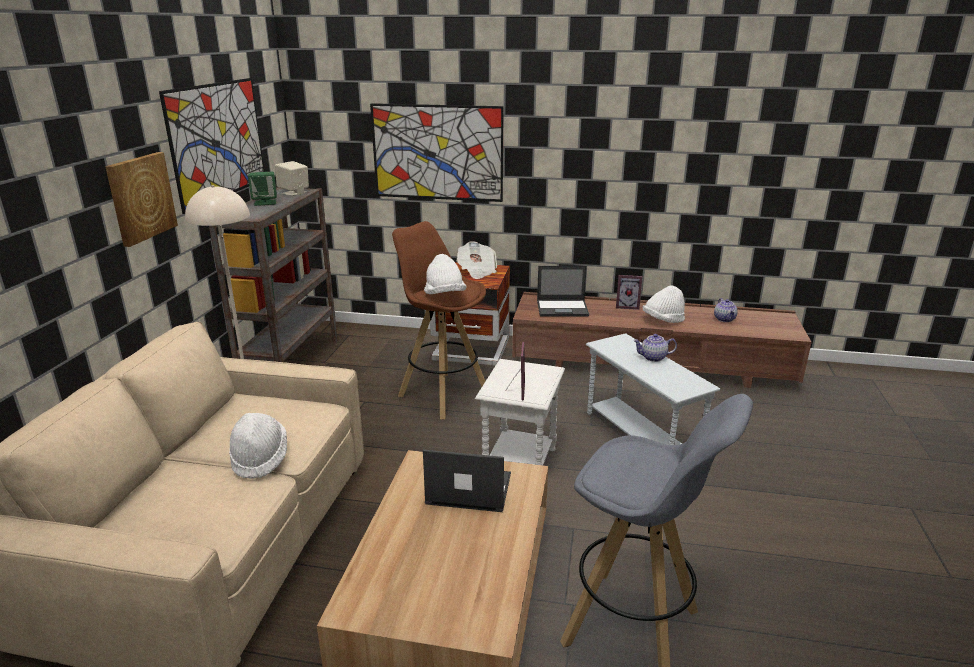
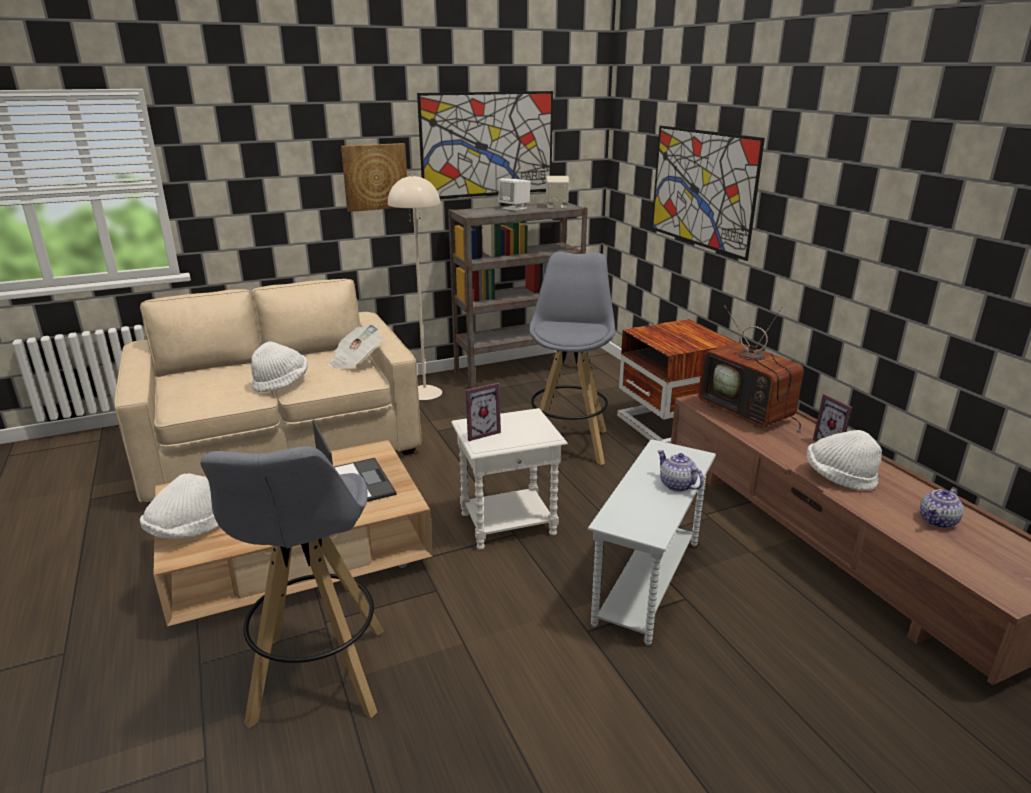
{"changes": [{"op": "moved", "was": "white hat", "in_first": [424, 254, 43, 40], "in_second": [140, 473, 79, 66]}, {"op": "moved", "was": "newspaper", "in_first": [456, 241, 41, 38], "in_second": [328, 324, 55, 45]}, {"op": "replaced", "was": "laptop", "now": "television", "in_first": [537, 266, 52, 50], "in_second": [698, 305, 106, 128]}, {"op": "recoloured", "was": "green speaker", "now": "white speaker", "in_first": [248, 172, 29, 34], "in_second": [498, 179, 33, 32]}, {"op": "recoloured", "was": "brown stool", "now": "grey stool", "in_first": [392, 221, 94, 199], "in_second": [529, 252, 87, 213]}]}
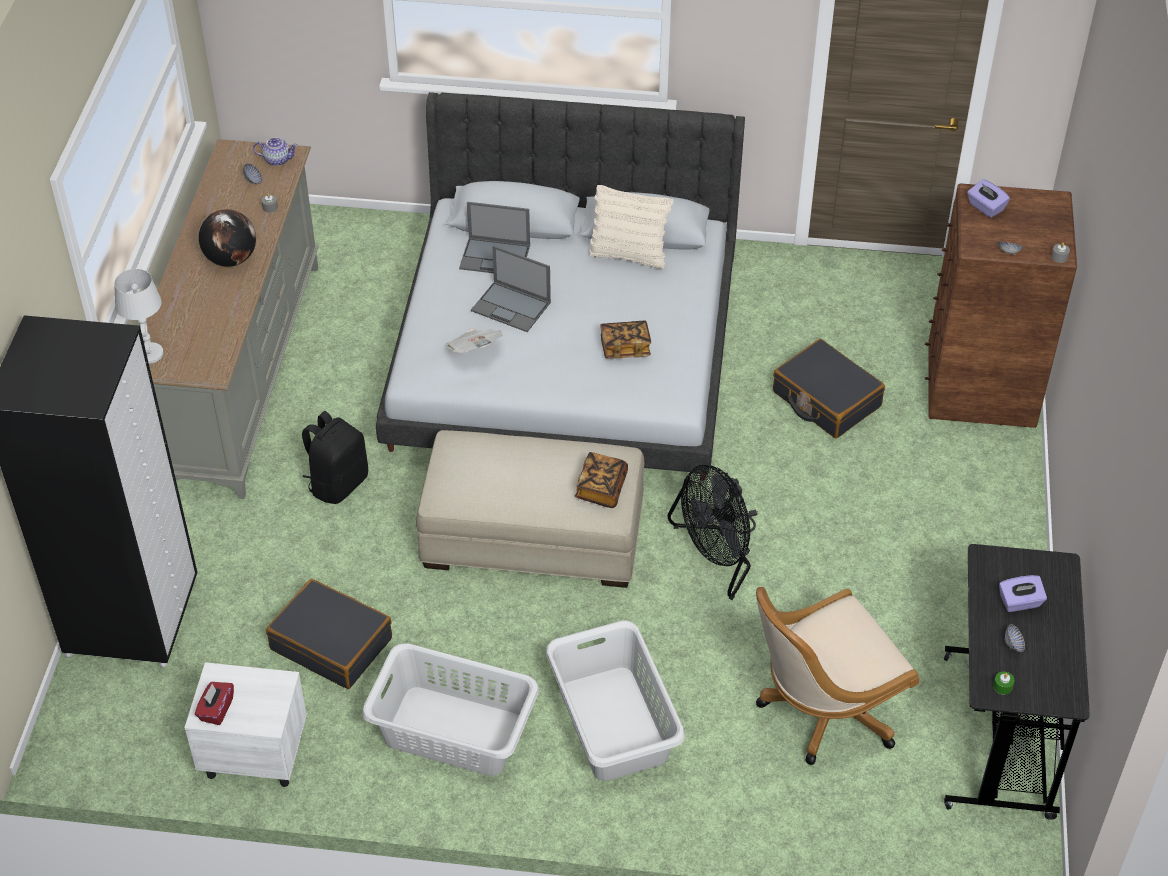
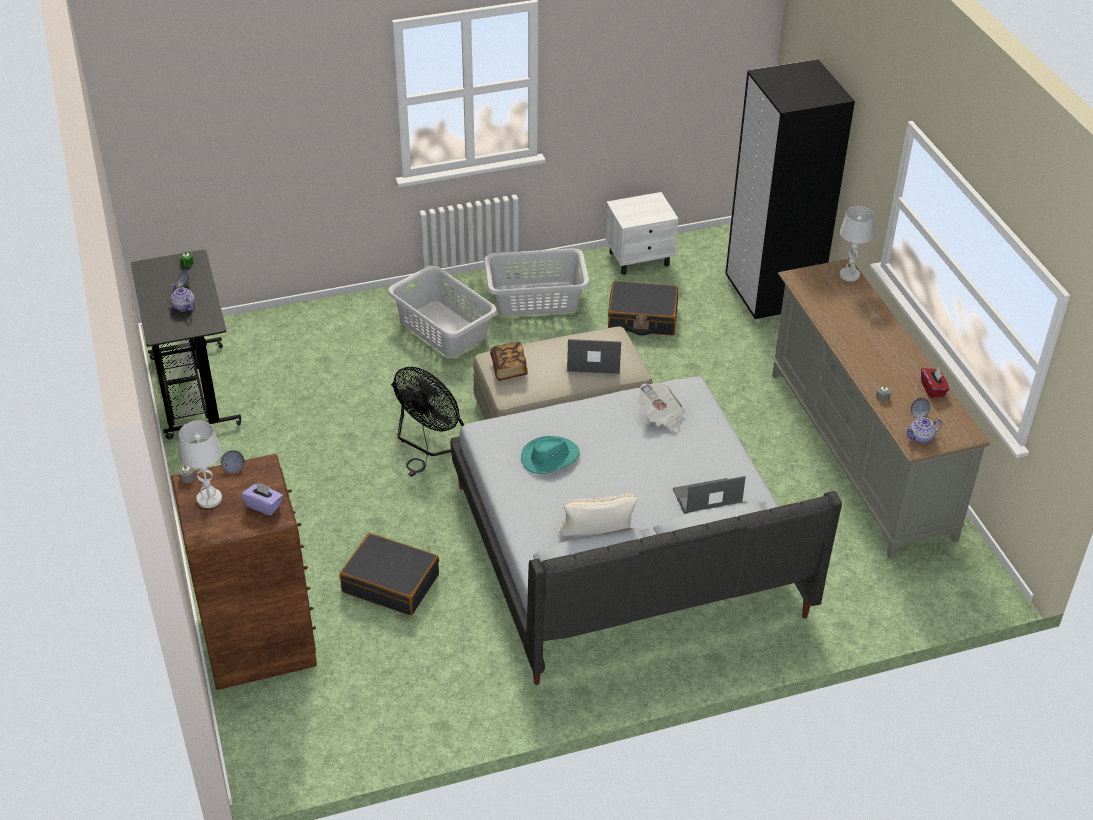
{"changes": [{"op": "removed", "was": "globe", "in_first": [199, 209, 57, 58]}, {"op": "removed", "was": "black backpack", "in_first": [302, 411, 66, 93]}, {"op": "removed", "was": "office chair", "in_first": [756, 587, 163, 178]}, {"op": "added", "now": "white table lamp", "in_second": [179, 420, 43, 88]}, {"op": "moved", "was": "red tissue box", "in_first": [195, 682, 39, 43], "in_second": [921, 367, 28, 31]}, {"op": "moved", "was": "laptop", "in_first": [471, 245, 80, 87], "in_second": [567, 339, 54, 35]}, {"op": "replaced", "was": "book", "now": "turquoise hat", "in_first": [600, 320, 51, 39], "in_second": [521, 436, 59, 38]}, {"op": "replaced", "was": "purple tissue box", "now": "teapot", "in_first": [999, 575, 48, 37], "in_second": [171, 284, 24, 28]}]}
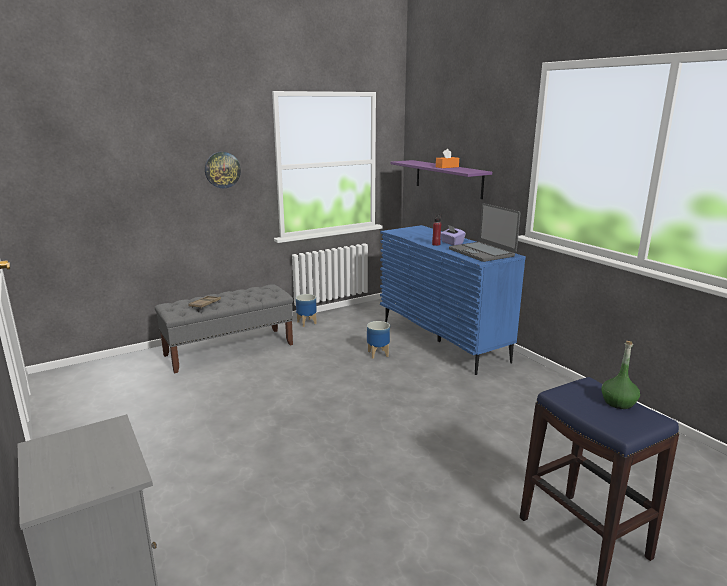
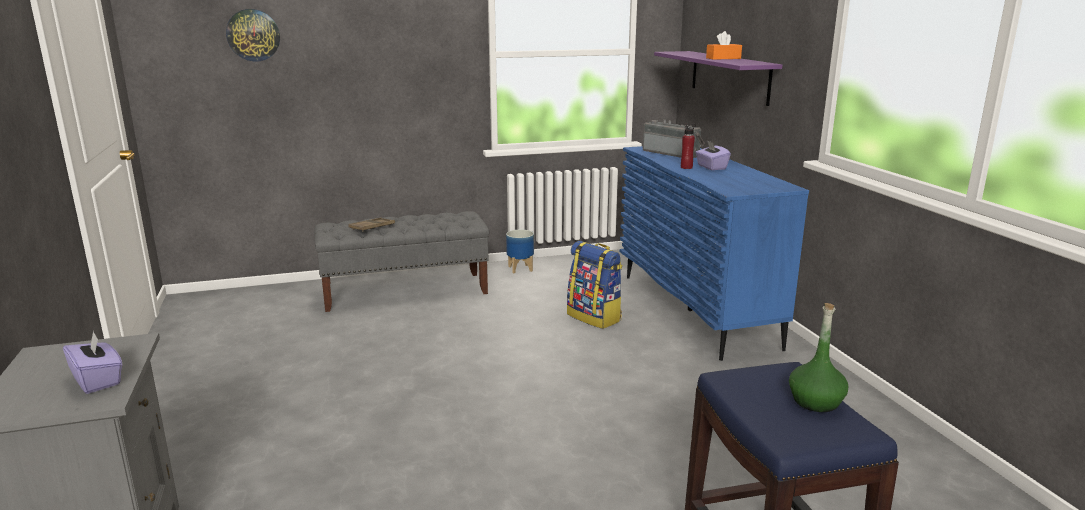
{"changes": [{"op": "removed", "was": "laptop", "in_first": [449, 203, 71, 59]}, {"op": "added", "now": "purple tissue box", "in_second": [63, 330, 60, 64]}, {"op": "added", "now": "radio", "in_second": [643, 120, 62, 38]}, {"op": "moved", "was": "wall clock", "in_first": [205, 152, 36, 36], "in_second": [226, 9, 54, 53]}, {"op": "replaced", "was": "planter", "now": "backpack", "in_first": [367, 321, 23, 38], "in_second": [567, 241, 55, 88]}]}
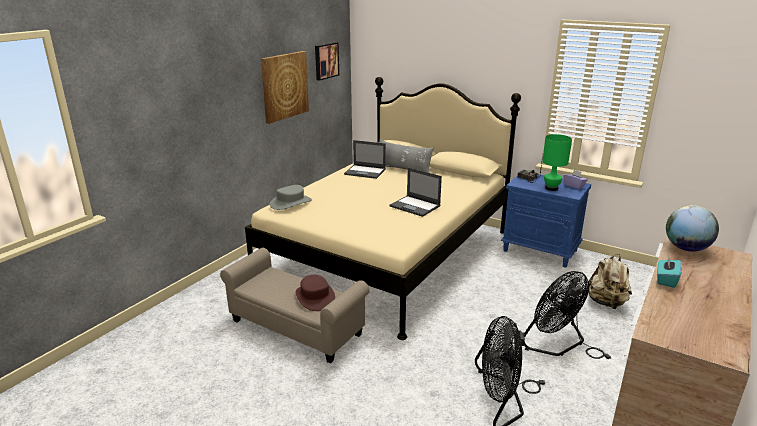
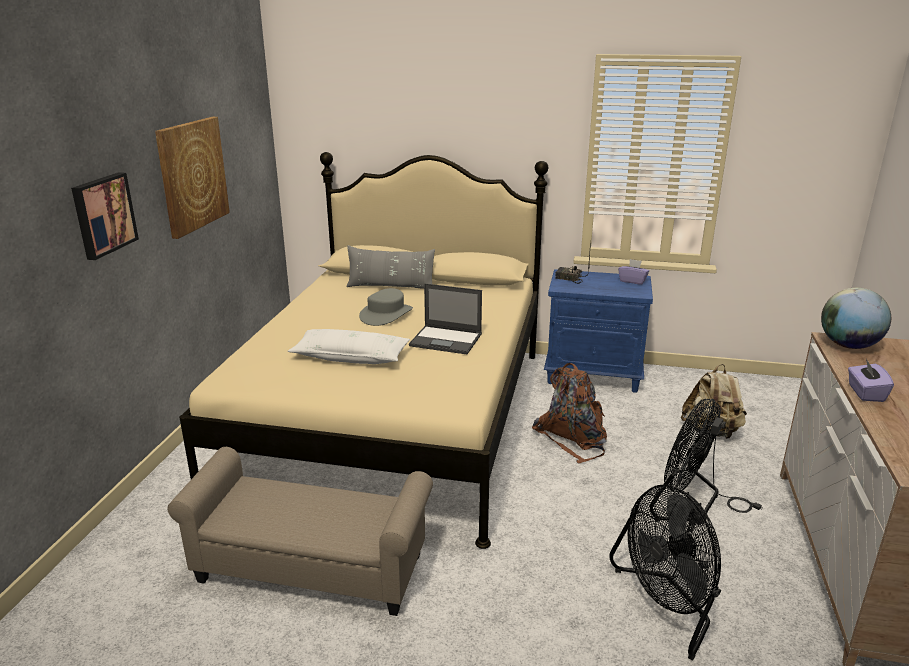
{"changes": [{"op": "removed", "was": "brown hat", "in_first": [296, 275, 39, 36]}, {"op": "removed", "was": "laptop", "in_first": [344, 140, 42, 39]}, {"op": "removed", "was": "green table lamp", "in_first": [542, 134, 30, 57]}, {"op": "added", "now": "white pillow", "in_second": [287, 329, 123, 35]}, {"op": "added", "now": "brown backpack", "in_second": [532, 363, 75, 101]}, {"op": "moved", "was": "grey hat", "in_first": [270, 185, 42, 25], "in_second": [359, 288, 54, 38]}, {"op": "moved", "was": "picture", "in_first": [315, 42, 24, 39], "in_second": [71, 172, 68, 88]}, {"op": "recoloured", "was": "turquoise tissue box", "now": "purple tissue box", "in_first": [657, 256, 25, 32], "in_second": [848, 359, 46, 43]}]}
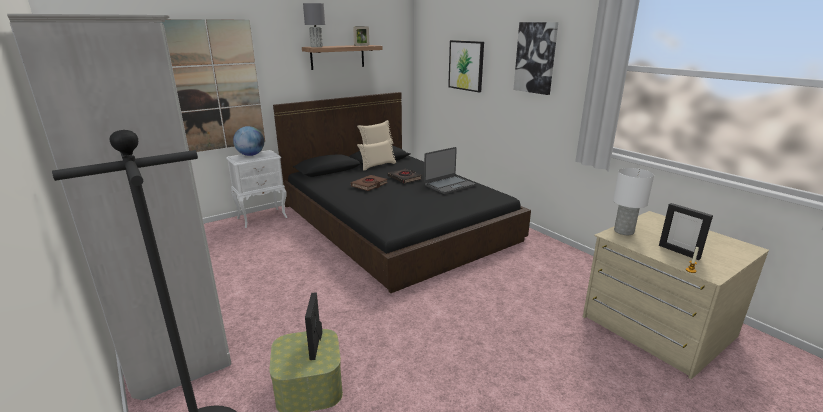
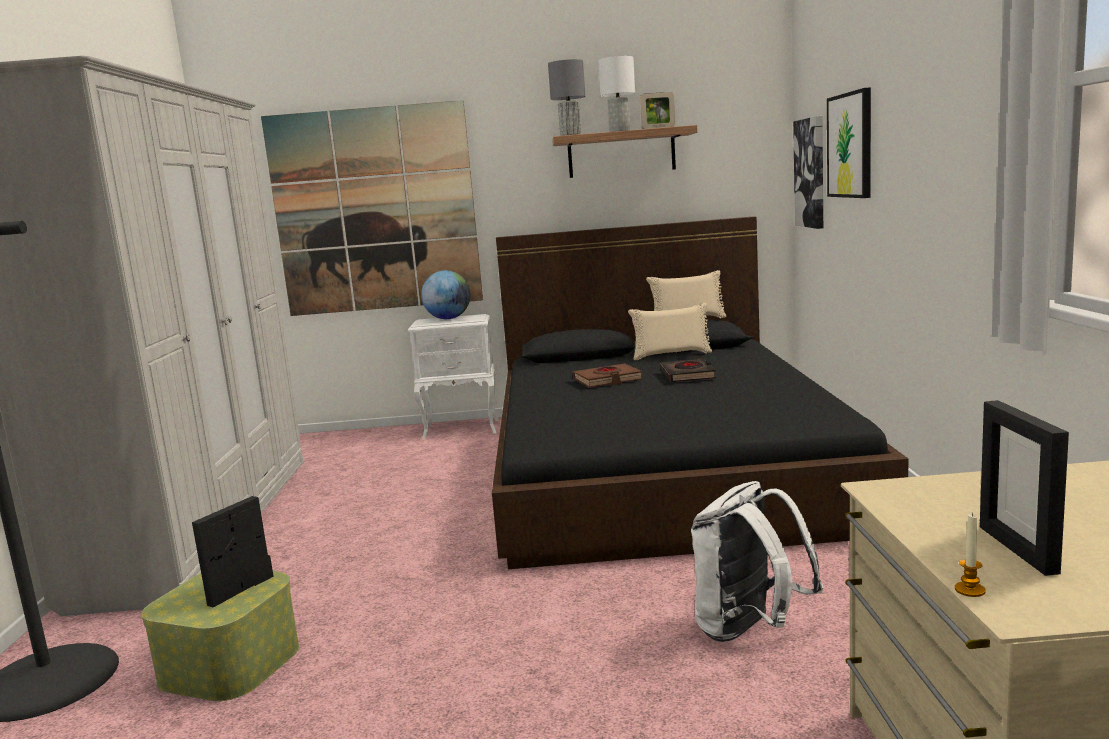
{"changes": [{"op": "removed", "was": "laptop", "in_first": [424, 147, 51, 47]}, {"op": "added", "now": "white backpack", "in_second": [691, 481, 132, 161]}, {"op": "moved", "was": "picture", "in_first": [514, 22, 44, 73], "in_second": [793, 116, 30, 113]}, {"op": "moved", "was": "white table lamp", "in_first": [613, 168, 41, 67], "in_second": [598, 56, 37, 76]}]}
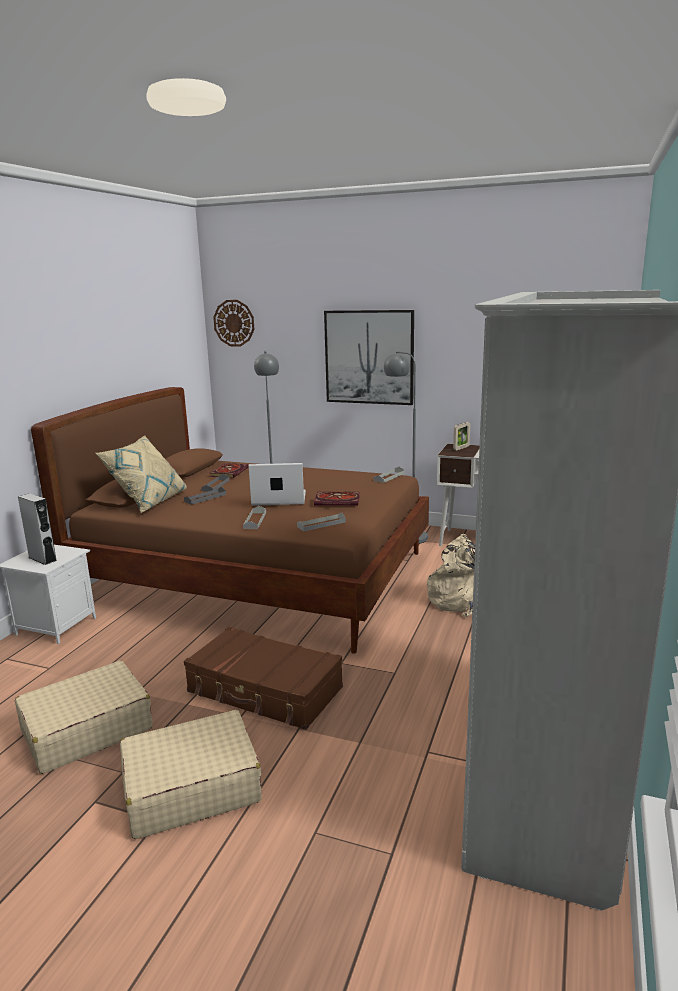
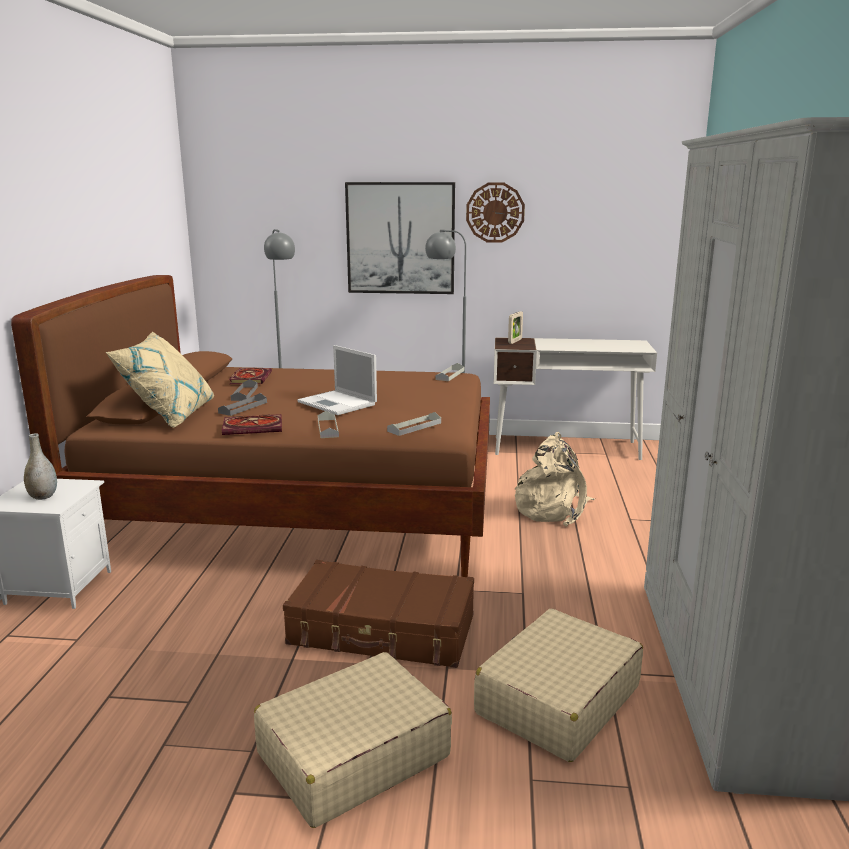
{"changes": [{"op": "moved", "was": "beige suitcase", "in_first": [15, 660, 138, 114], "in_second": [474, 609, 169, 153]}, {"op": "moved", "was": "wall clock", "in_first": [213, 300, 41, 46], "in_second": [466, 182, 59, 61]}, {"op": "moved", "was": "book", "in_first": [314, 491, 45, 14], "in_second": [222, 414, 60, 21]}, {"op": "replaced", "was": "grey speaker", "now": "grey vase", "in_first": [18, 493, 39, 72], "in_second": [24, 433, 33, 67]}, {"op": "turned", "was": "laptop", "in_first": [249, 463, 57, 43], "in_second": [298, 345, 79, 70], "clockwise": -120}]}
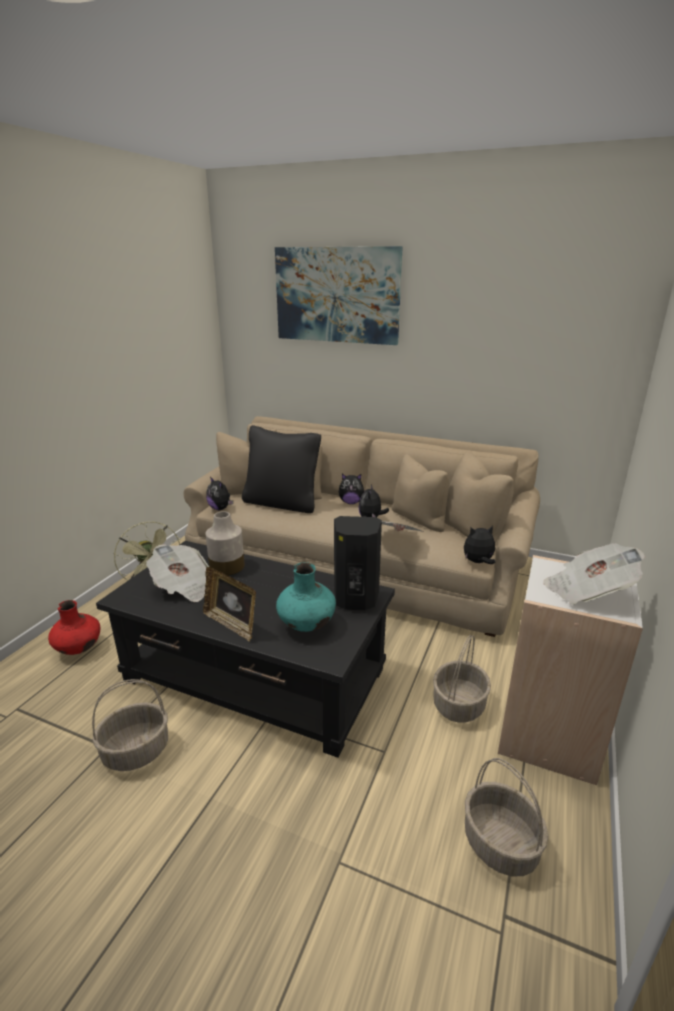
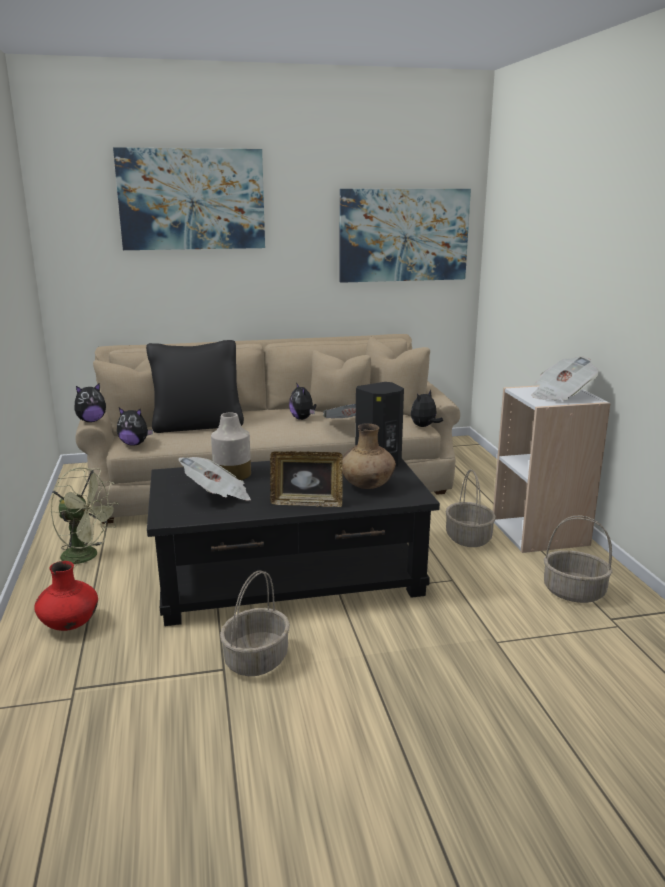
{"changes": [{"op": "added", "now": "picture", "in_second": [339, 189, 132, 94]}, {"op": "moved", "was": "plush toy", "in_first": [339, 474, 27, 30], "in_second": [74, 383, 32, 39]}, {"op": "recoloured", "was": "turquoise vase", "now": "brown vase", "in_first": [276, 562, 60, 70], "in_second": [342, 423, 54, 66]}]}
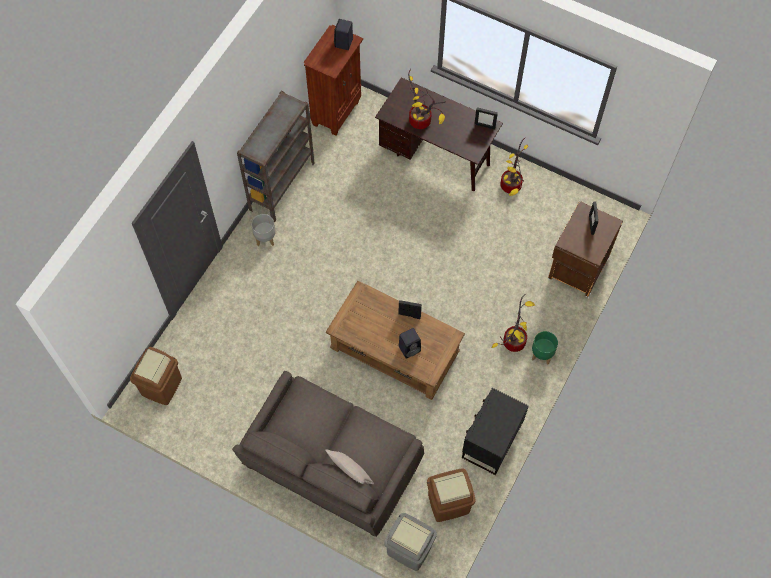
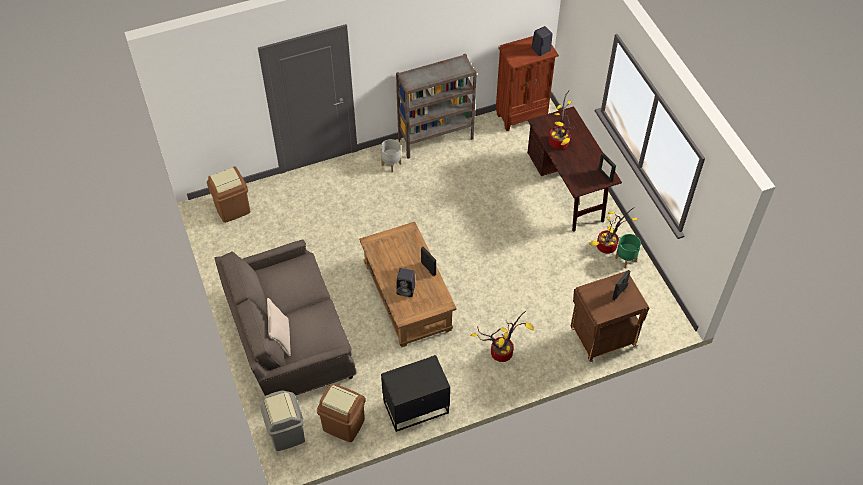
{"changes": [{"op": "moved", "was": "green planter", "in_first": [532, 331, 26, 34], "in_second": [615, 234, 26, 34]}]}
